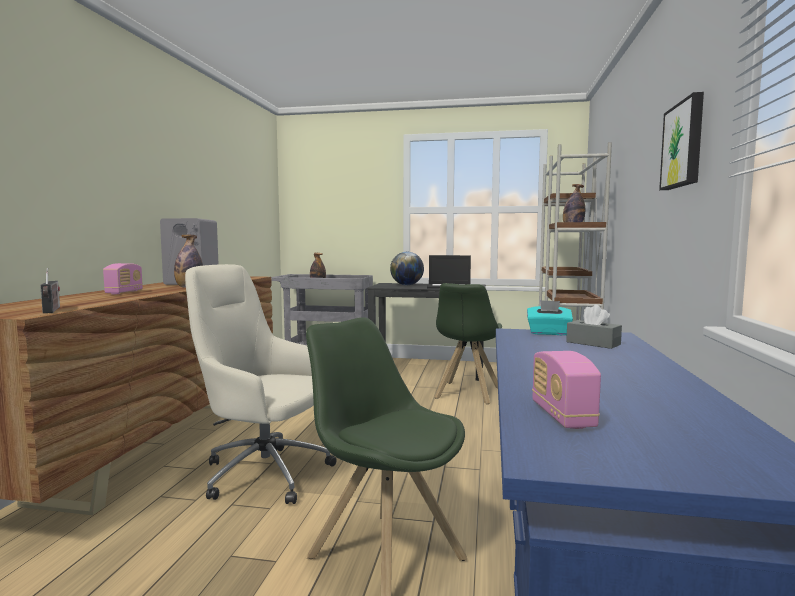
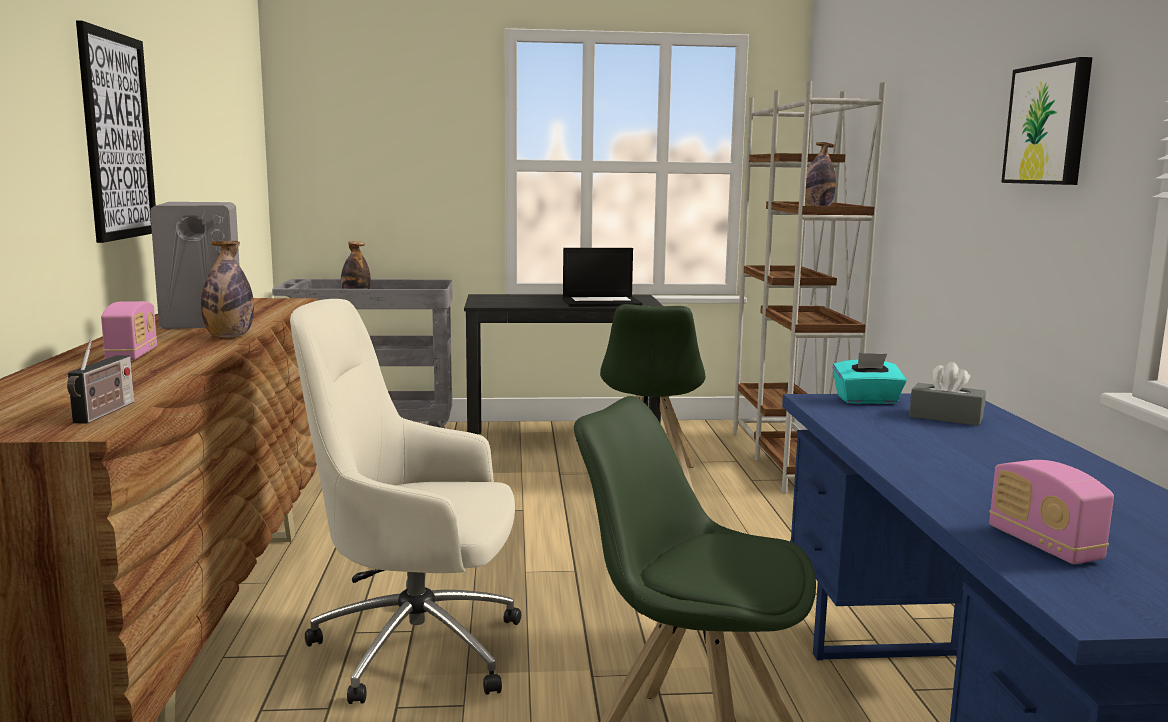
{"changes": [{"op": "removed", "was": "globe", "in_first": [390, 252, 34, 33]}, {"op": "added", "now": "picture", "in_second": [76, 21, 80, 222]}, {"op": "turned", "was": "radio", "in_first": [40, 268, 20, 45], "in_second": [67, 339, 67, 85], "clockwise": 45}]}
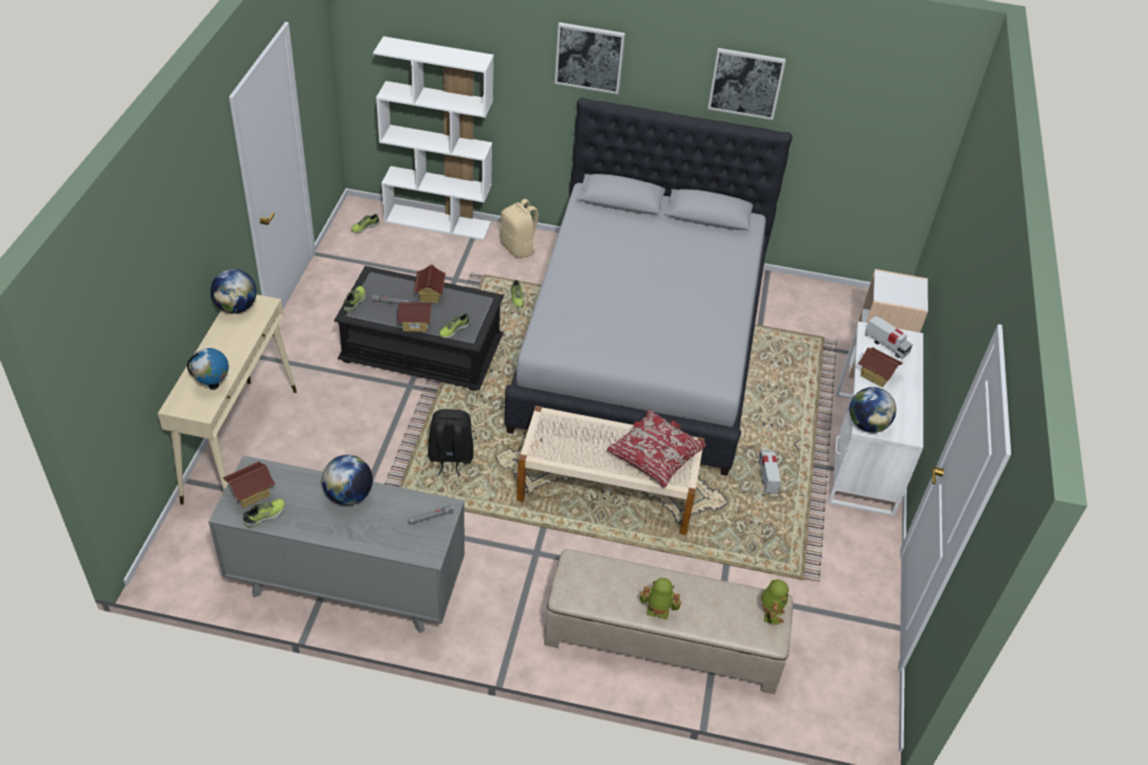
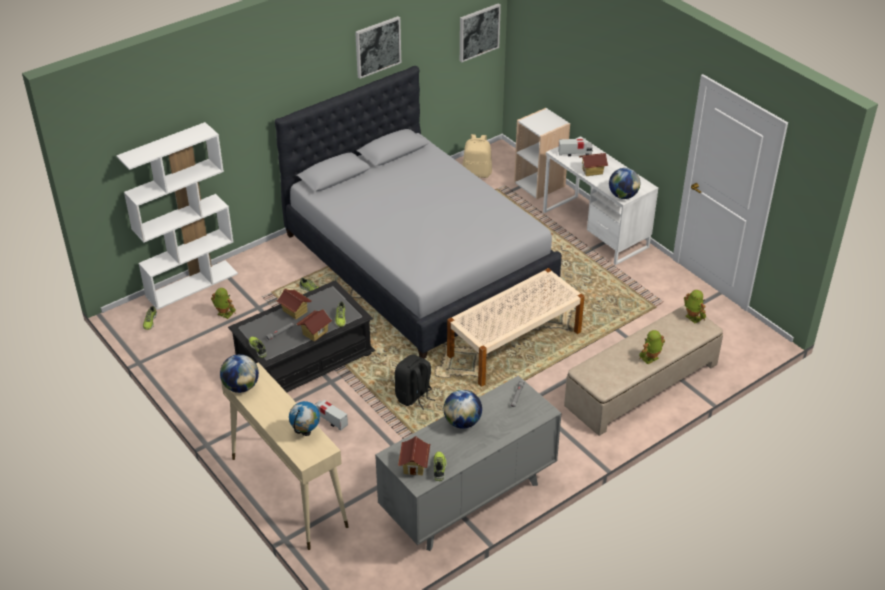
{"changes": [{"op": "removed", "was": "red pillow", "in_first": [607, 410, 99, 78]}, {"op": "added", "now": "toy robot", "in_second": [211, 288, 25, 31]}, {"op": "moved", "was": "beige backpack", "in_first": [500, 199, 41, 59], "in_second": [463, 134, 29, 44]}, {"op": "moved", "was": "picture", "in_first": [555, 22, 70, 72], "in_second": [460, 3, 41, 59]}, {"op": "moved", "was": "toy truck", "in_first": [759, 450, 22, 44], "in_second": [314, 400, 34, 31]}]}
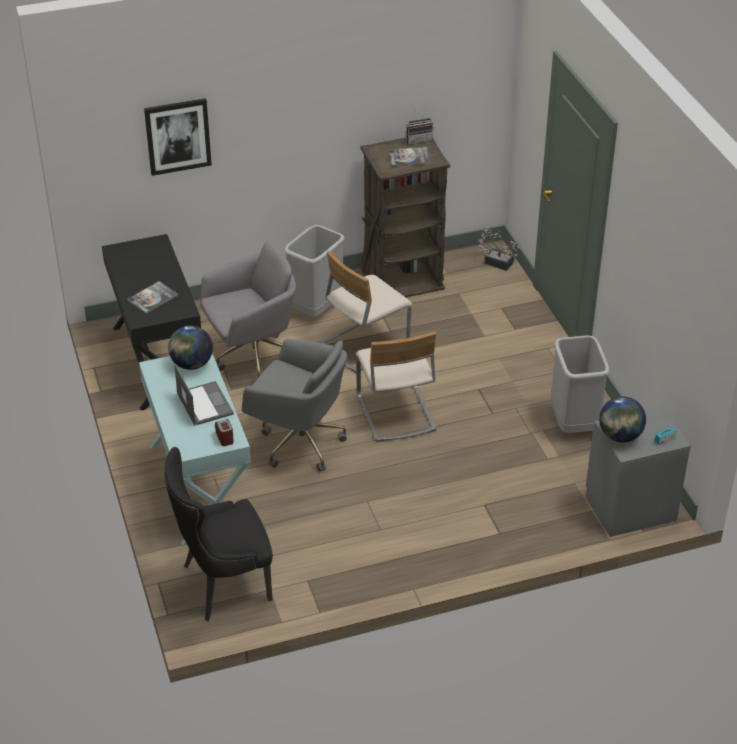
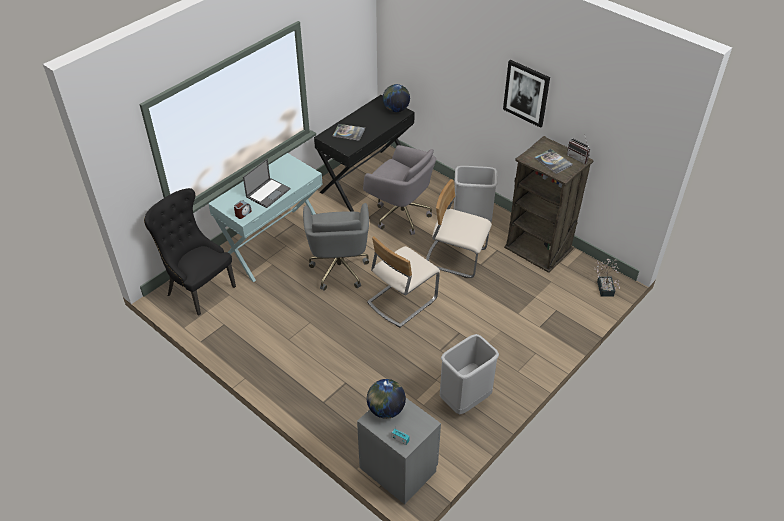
{"changes": [{"op": "moved", "was": "picture", "in_first": [144, 98, 68, 78], "in_second": [503, 60, 47, 68]}, {"op": "moved", "was": "globe", "in_first": [168, 326, 45, 44], "in_second": [383, 84, 27, 28]}]}
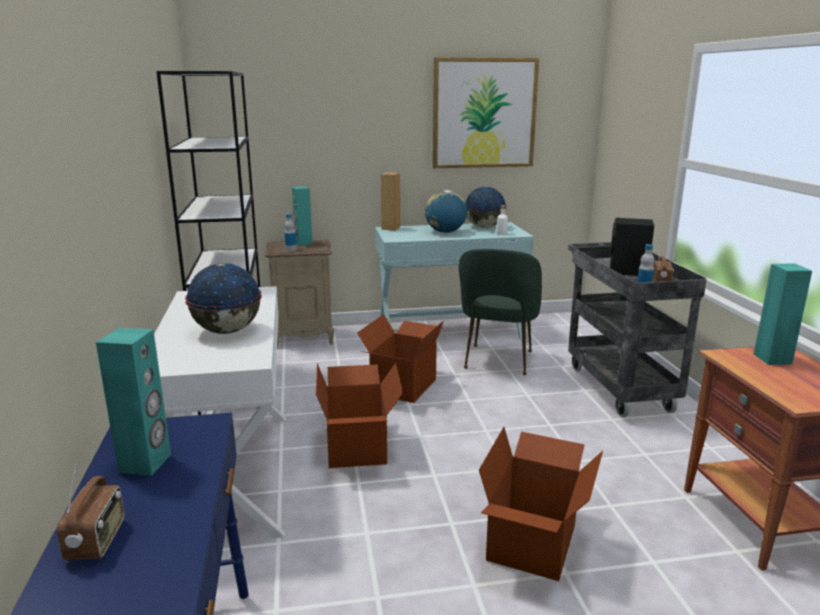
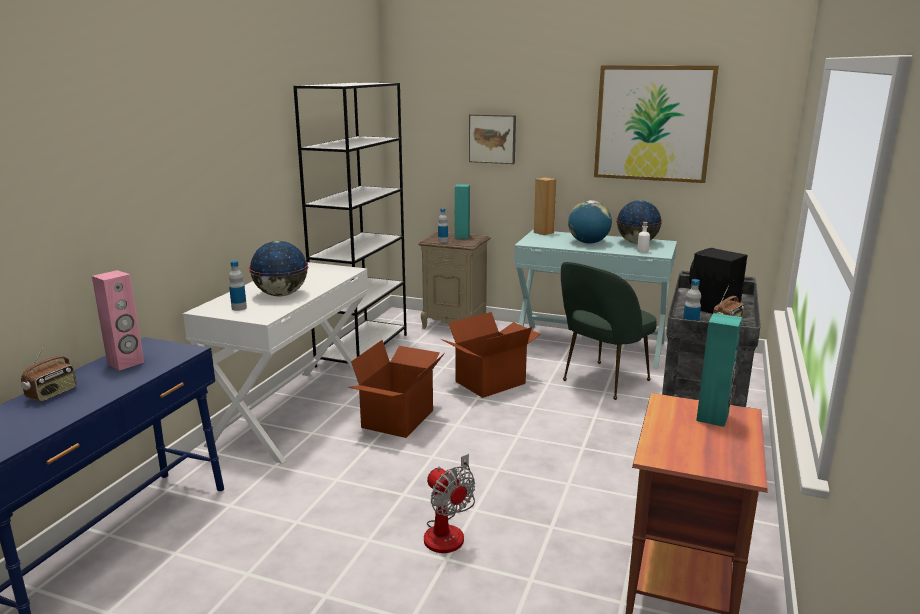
{"changes": [{"op": "added", "now": "bottle", "in_second": [229, 261, 18, 50]}, {"op": "added", "now": "picture", "in_second": [469, 114, 47, 50]}, {"op": "replaced", "was": "cardboard box", "now": "fan", "in_first": [479, 427, 124, 154], "in_second": [424, 454, 51, 99]}, {"op": "recoloured", "was": "turquoise speaker", "now": "pink speaker", "in_first": [96, 328, 75, 148], "in_second": [92, 270, 52, 101]}]}
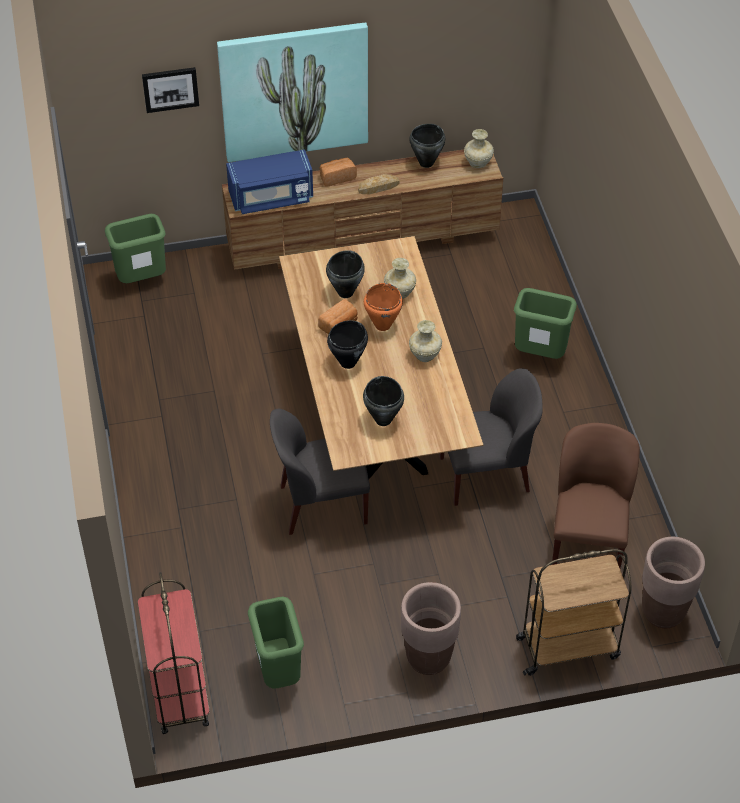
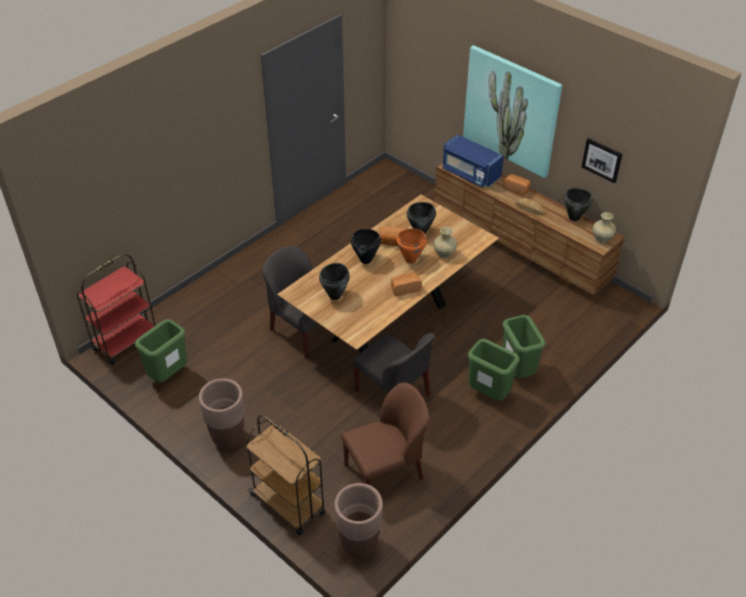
{"changes": [{"op": "moved", "was": "green trash can", "in_first": [105, 214, 61, 69], "in_second": [468, 339, 52, 61]}, {"op": "moved", "was": "picture", "in_first": [142, 67, 57, 46], "in_second": [582, 138, 40, 45]}, {"op": "replaced", "was": "beige vase", "now": "bread", "in_first": [409, 320, 33, 42], "in_second": [391, 273, 31, 23]}]}
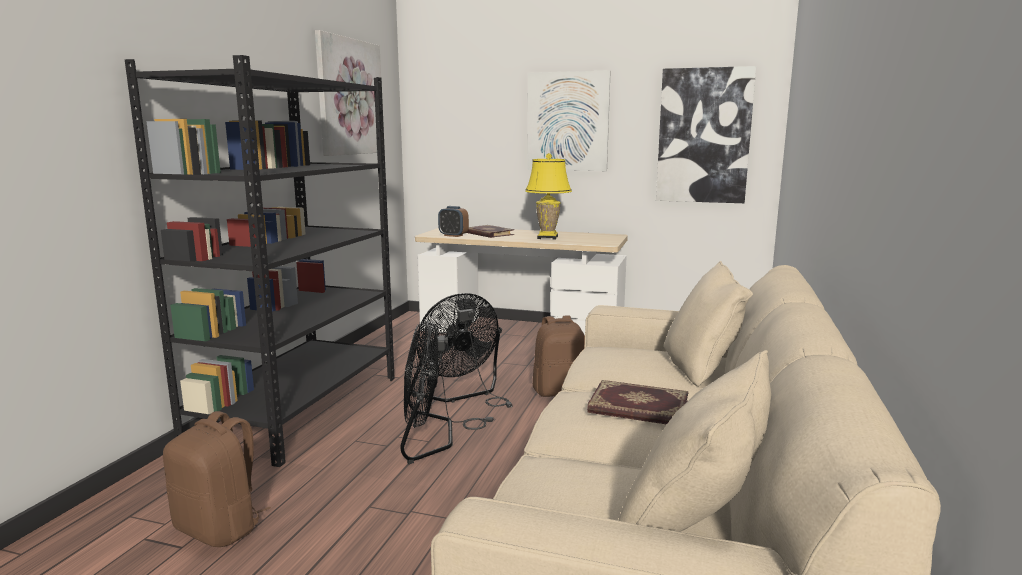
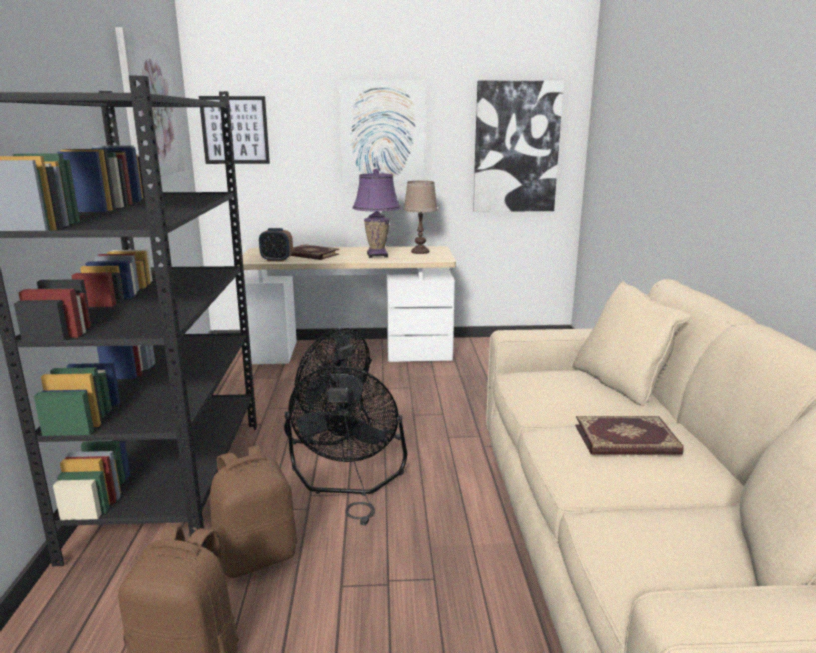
{"changes": [{"op": "added", "now": "picture", "in_second": [199, 96, 71, 68]}, {"op": "added", "now": "brown table lamp", "in_second": [404, 181, 34, 73]}, {"op": "moved", "was": "brown backpack", "in_first": [533, 315, 52, 82], "in_second": [210, 445, 87, 133]}, {"op": "recoloured", "was": "yellow table lamp", "now": "purple table lamp", "in_first": [525, 153, 47, 87], "in_second": [353, 168, 48, 90]}, {"op": "turned", "was": "black fan", "in_first": [400, 320, 95, 145], "in_second": [284, 366, 123, 159], "clockwise": 120}]}
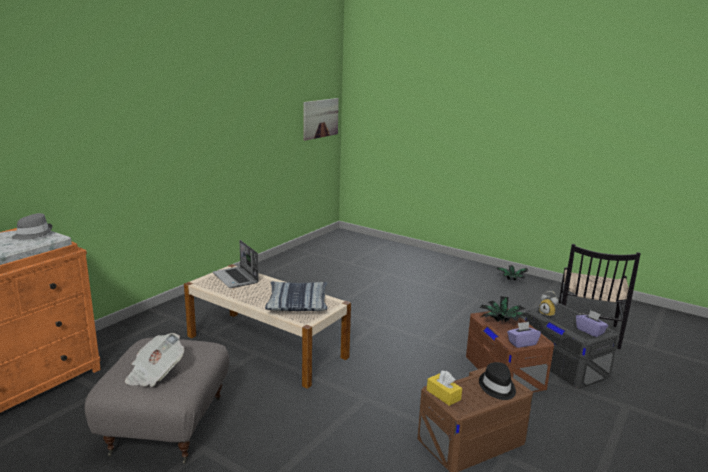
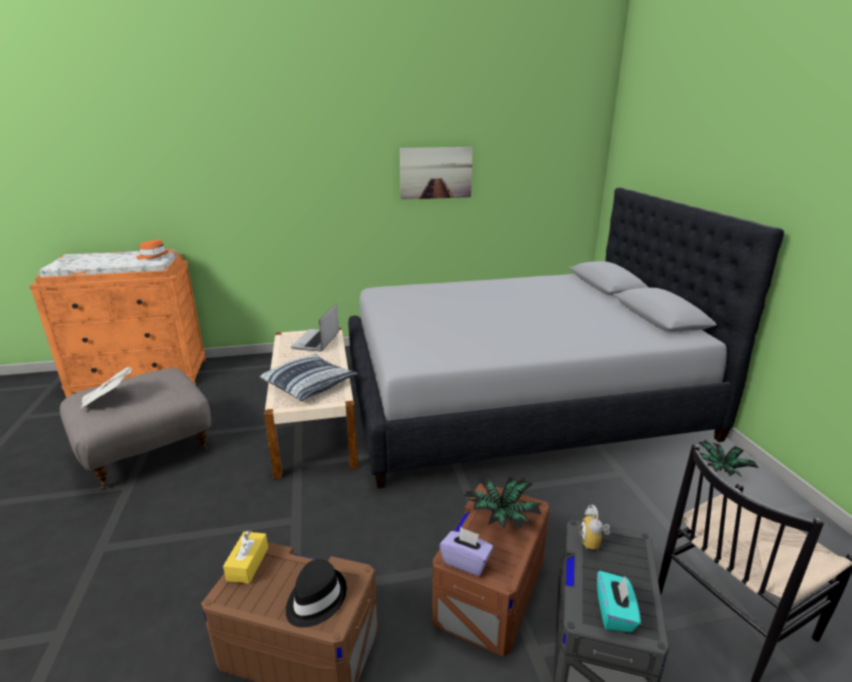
{"changes": [{"op": "added", "now": "grey bed", "in_second": [348, 187, 436, 302]}, {"op": "moved", "was": "picture", "in_first": [304, 98, 35, 43], "in_second": [400, 147, 73, 53]}, {"op": "recoloured", "was": "grey hat", "now": "orange hat", "in_first": [12, 213, 40, 27], "in_second": [136, 239, 33, 20]}, {"op": "recoloured", "was": "purple tissue box", "now": "turquoise tissue box", "in_first": [576, 310, 32, 27], "in_second": [597, 571, 44, 62]}]}
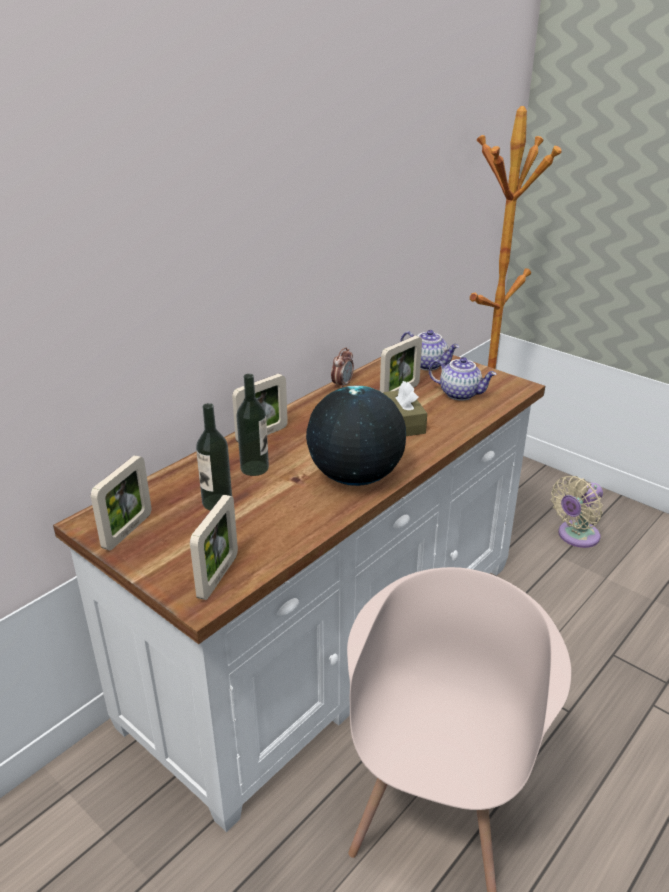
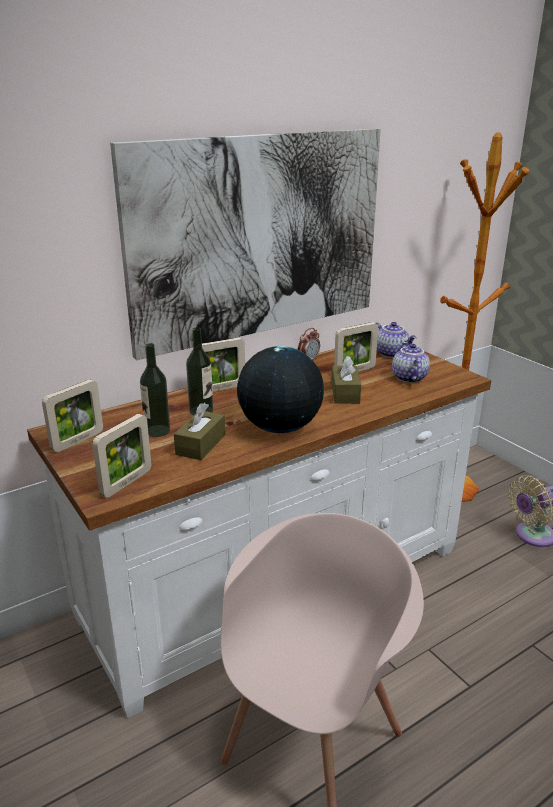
{"changes": [{"op": "added", "now": "picture", "in_second": [110, 128, 271, 232]}, {"op": "added", "now": "brown tissue box", "in_second": [174, 403, 51, 57]}, {"op": "turned", "was": "teapot", "in_first": [429, 357, 68, 44], "in_second": [392, 342, 38, 41], "clockwise": -135}]}
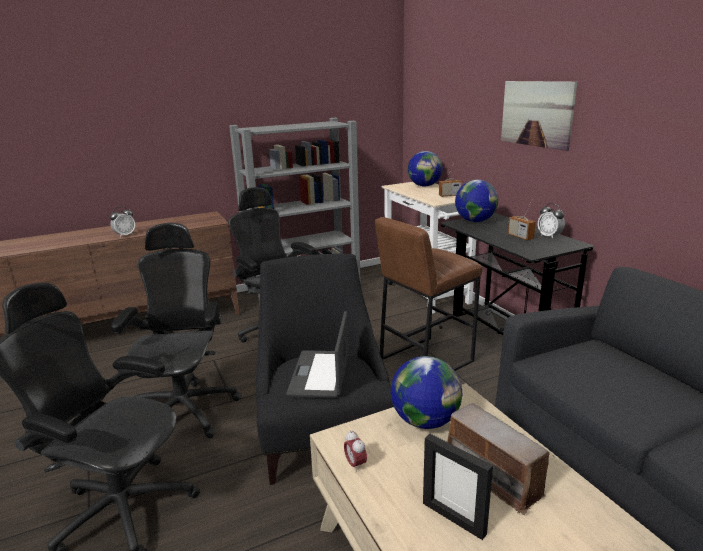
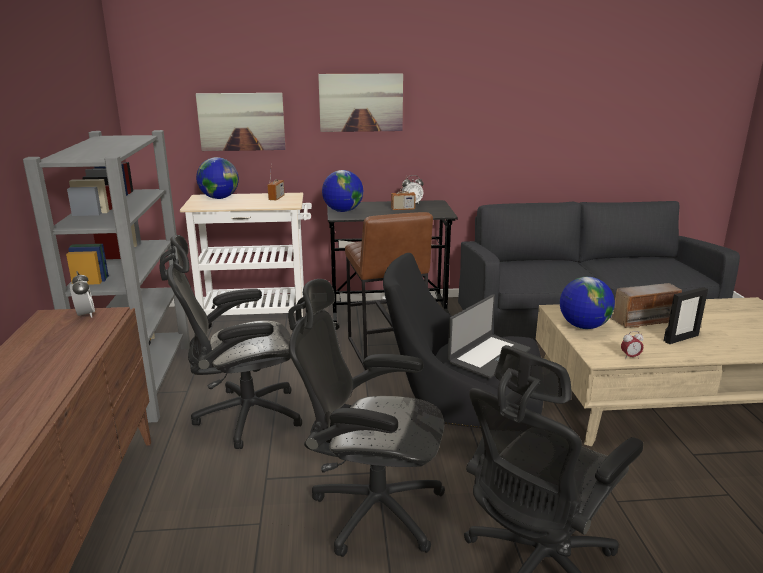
{"changes": [{"op": "added", "now": "picture", "in_second": [196, 93, 89, 58]}, {"op": "moved", "was": "alarm clock", "in_first": [110, 206, 25, 32], "in_second": [70, 271, 25, 47]}, {"op": "turned", "was": "laptop", "in_first": [286, 311, 63, 87], "in_second": [448, 294, 82, 85], "clockwise": -75}]}
